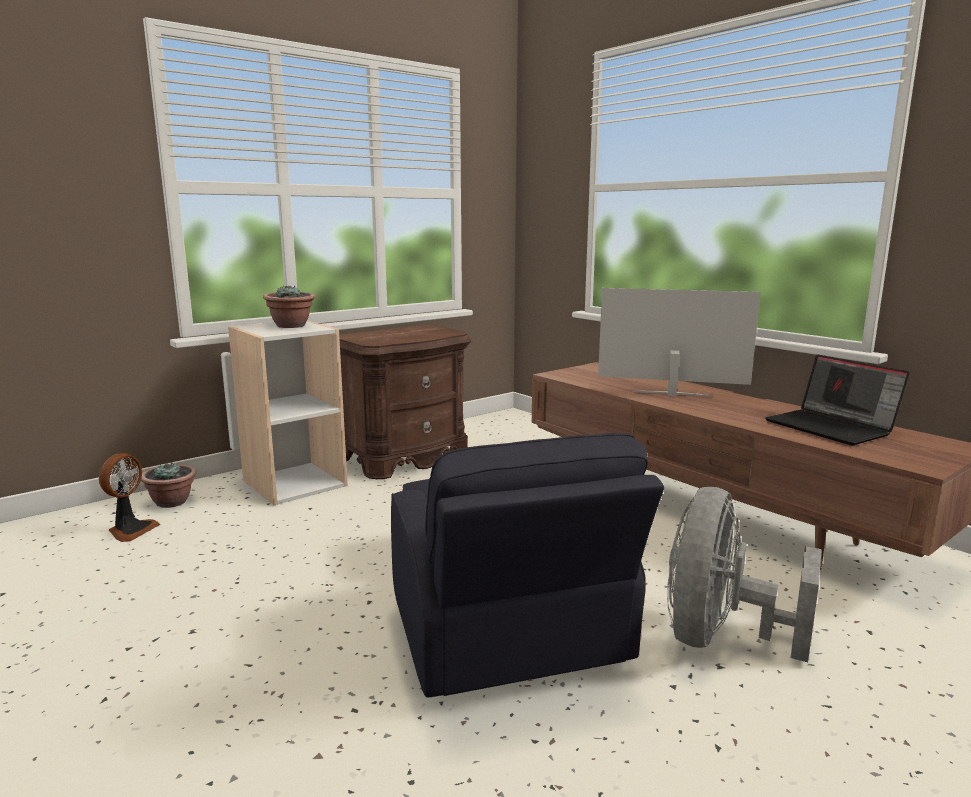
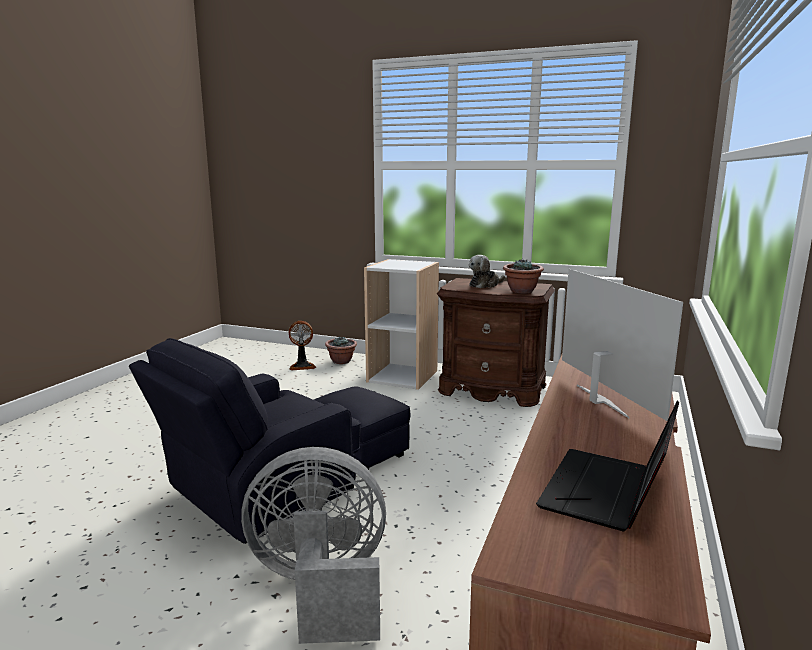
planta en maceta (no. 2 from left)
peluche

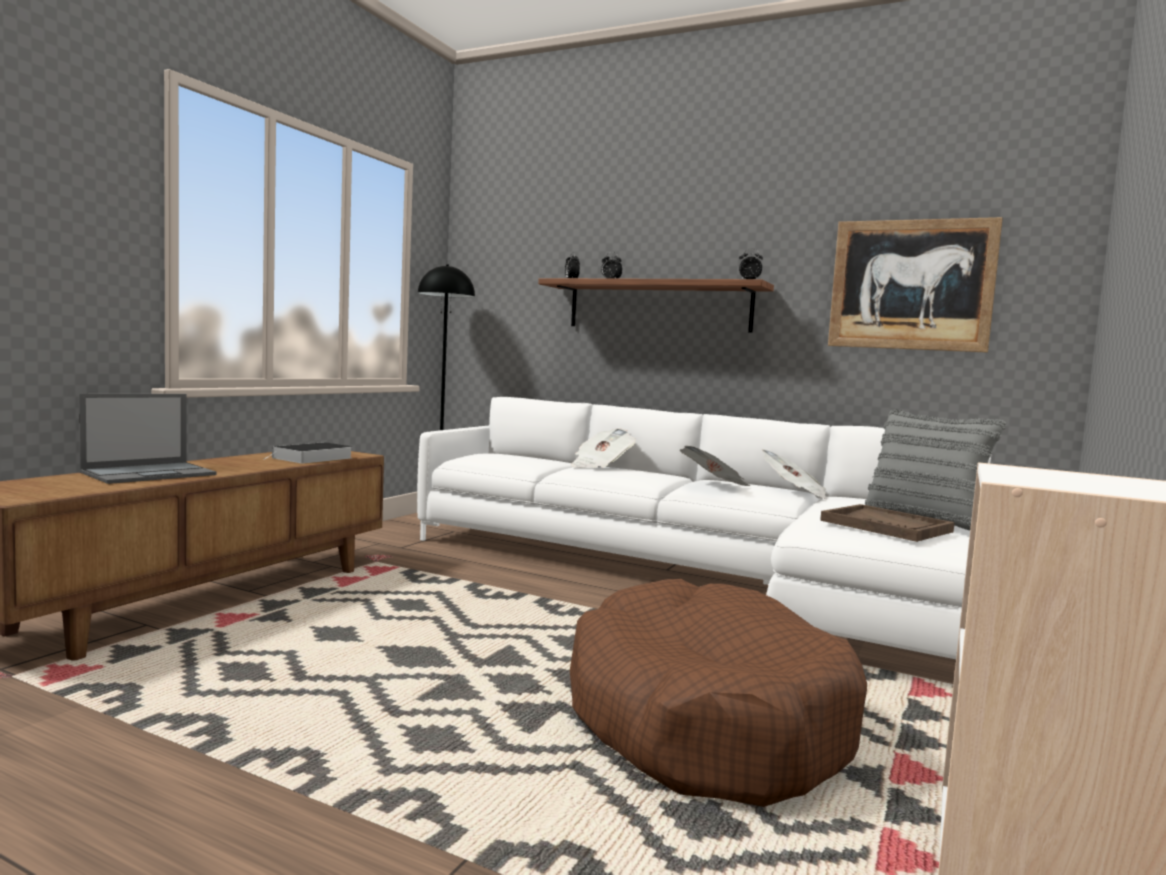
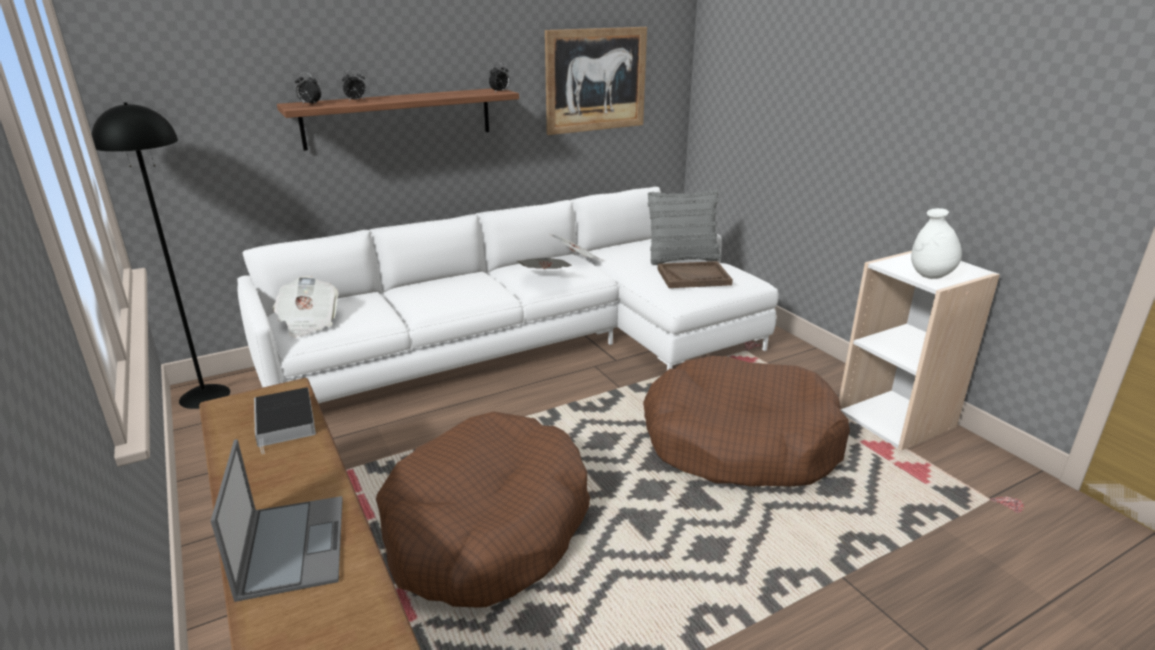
periódico (no. 1 from left)
cama para perro/marrón (no. 1 from left)
florero/blanco

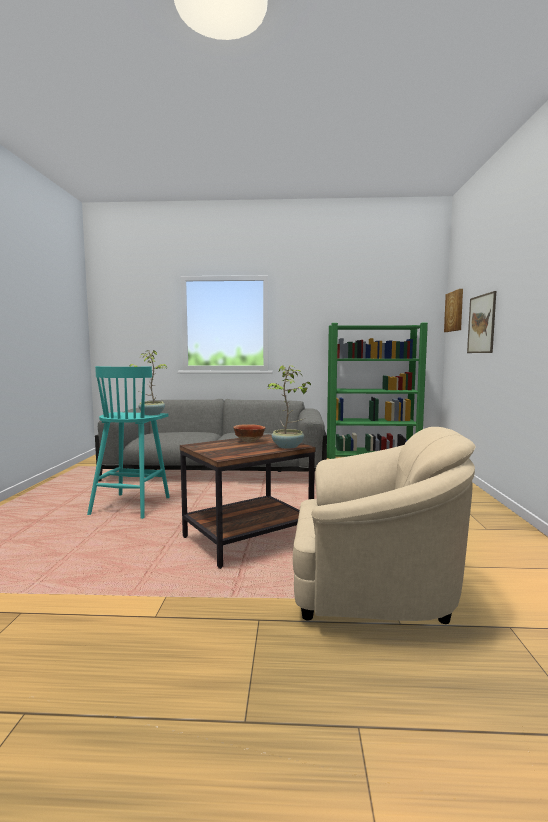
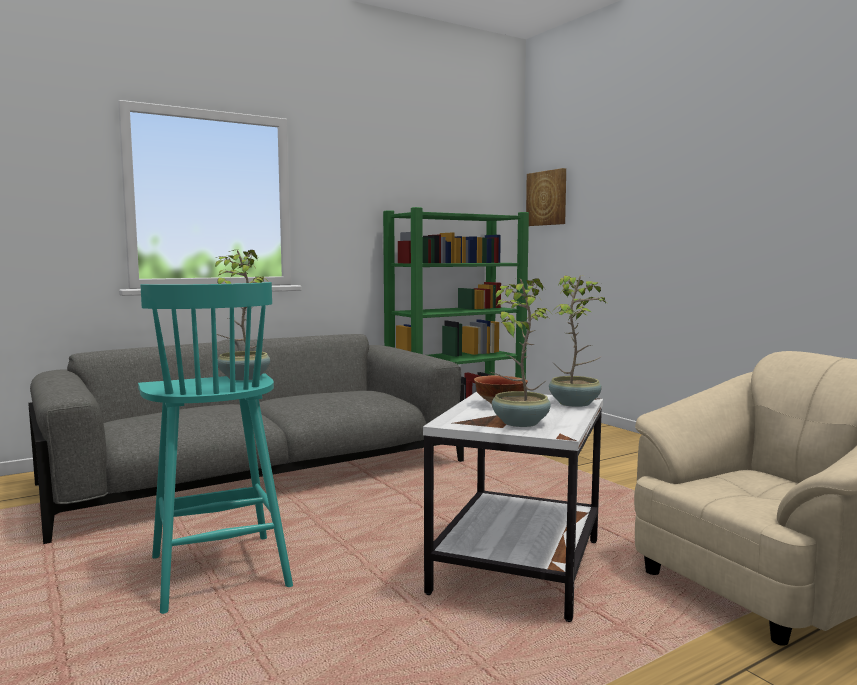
mesa auxiliar/blanco
cuadro (no. 2 from left in the first image)
planta en maceta (no. 2 from left)

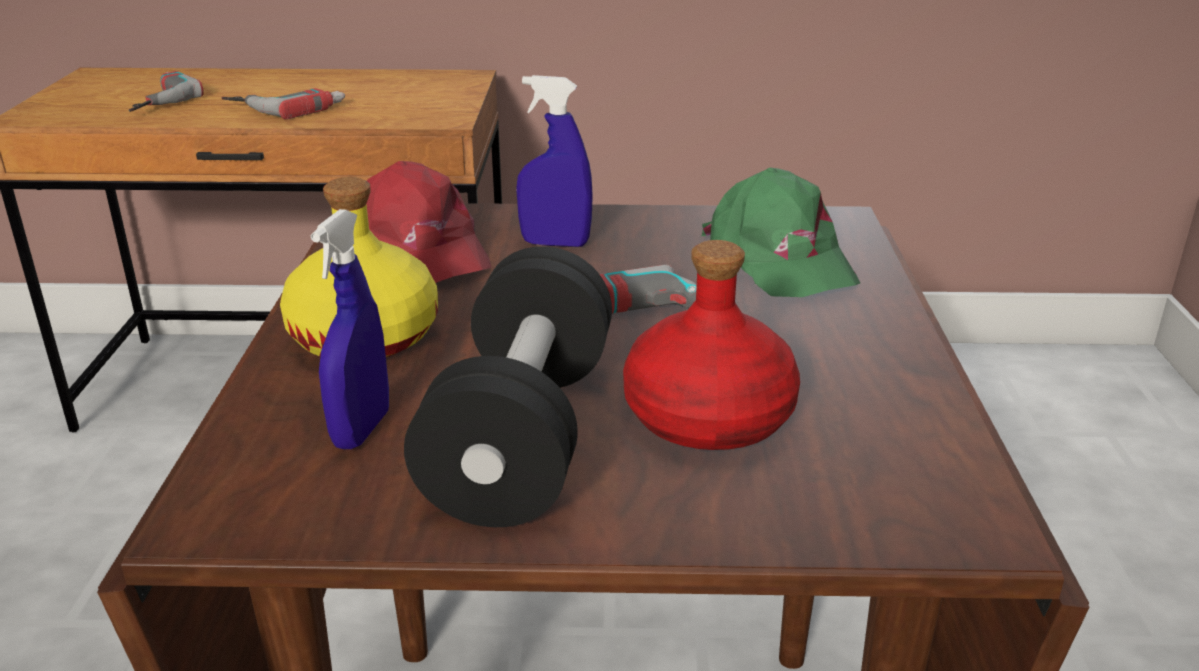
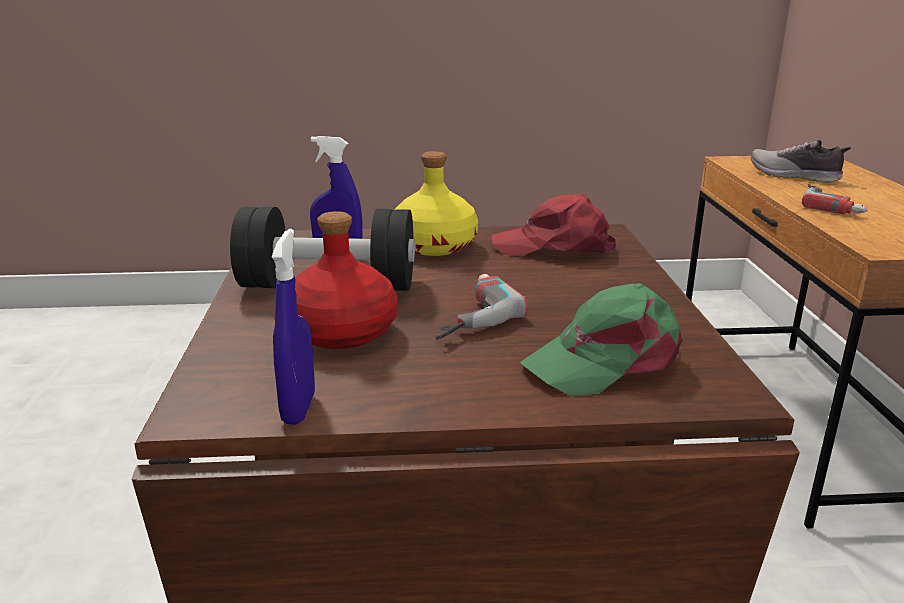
zapato
gorra/rojo
pulverizador/azul (no. 1 from left)

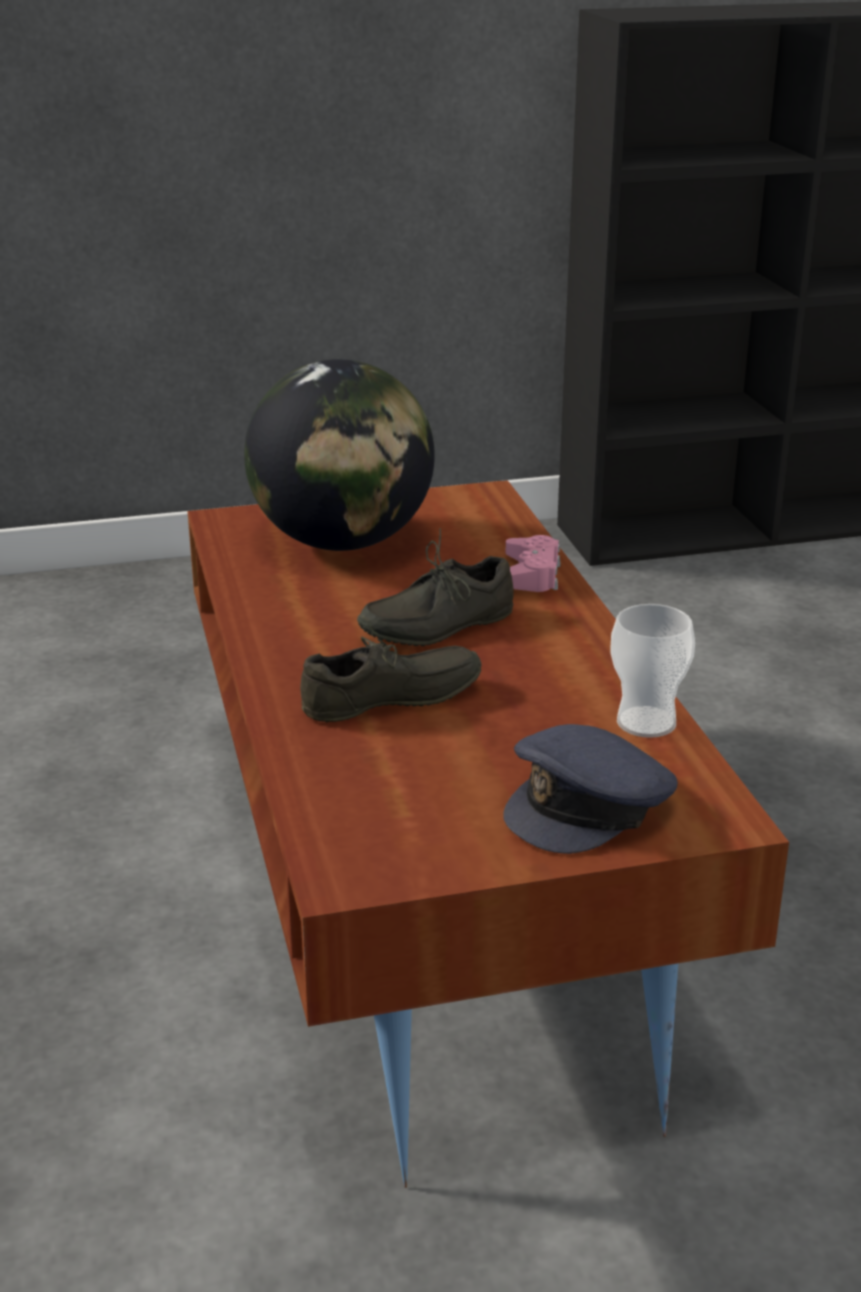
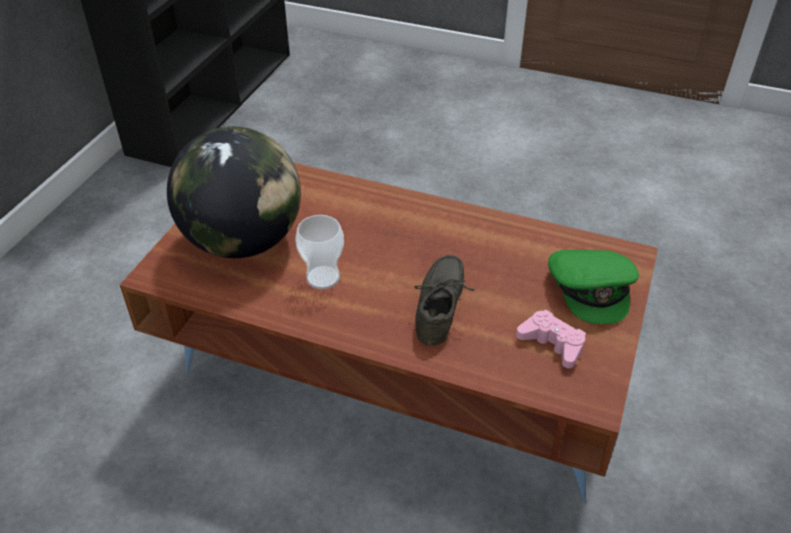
zapato/gris (no. 2 from left in the first image)
gorra/verde
mando de consola/rosa
taza

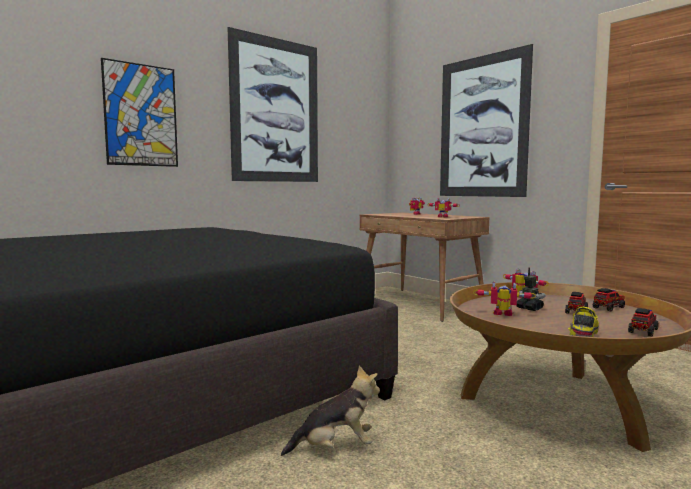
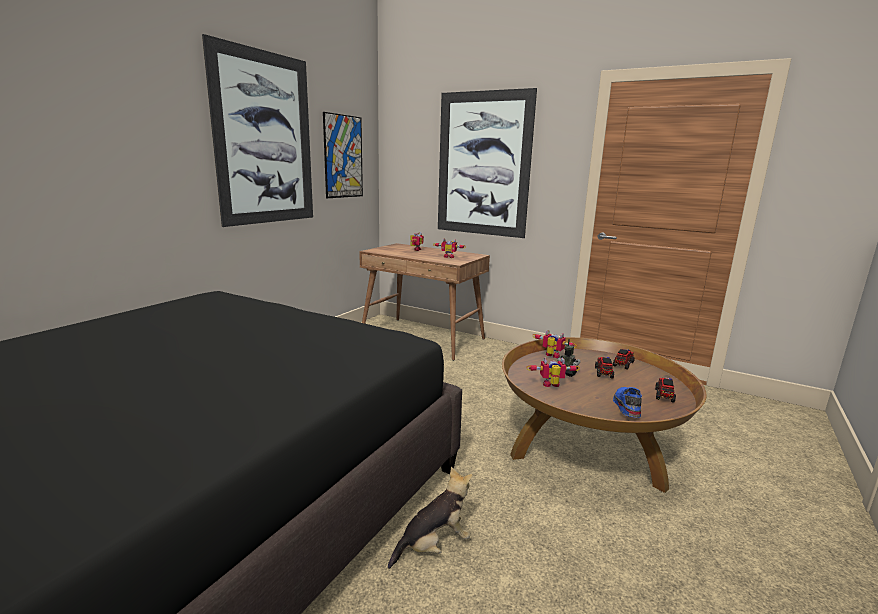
cuadro (no. 2 from left)
zapato/azul

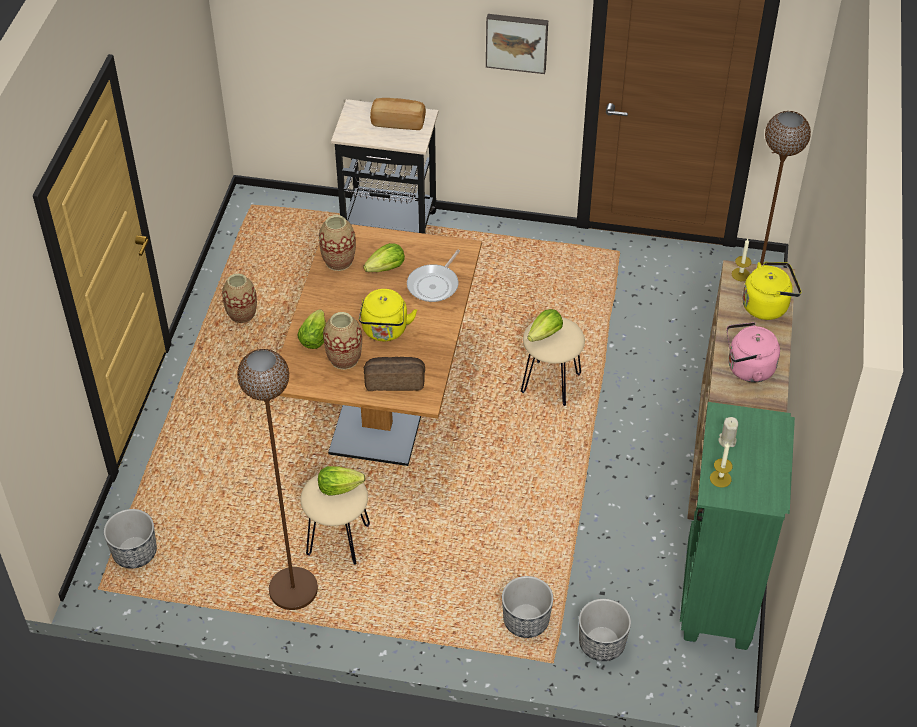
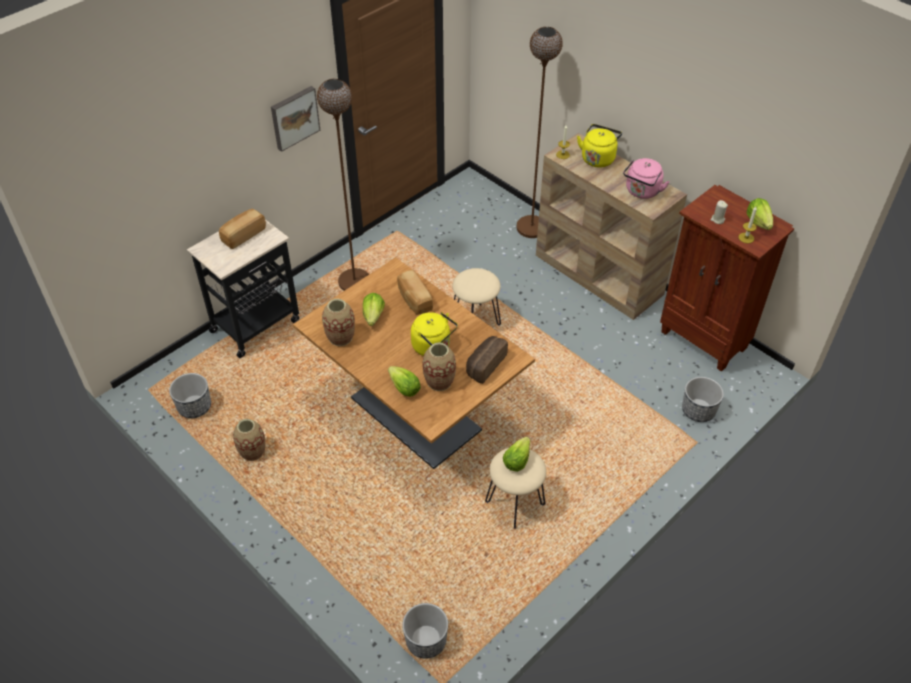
lámpara de pie/marrón (no. 1 from left)
pan (no. 2 from left)
maceta (no. 1 from left)
lechuga (no. 4 from left)
armario/marrón

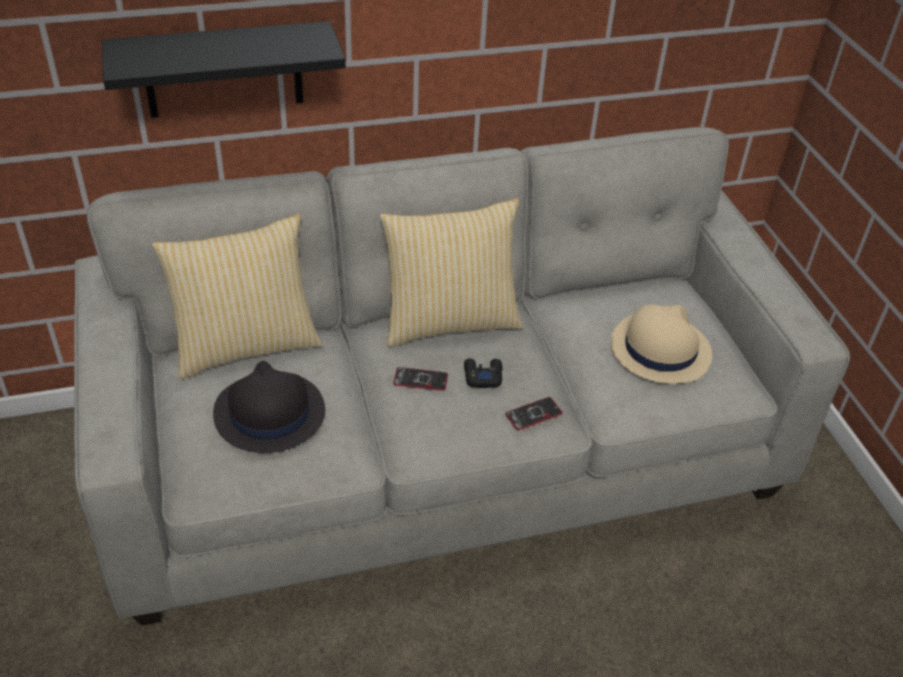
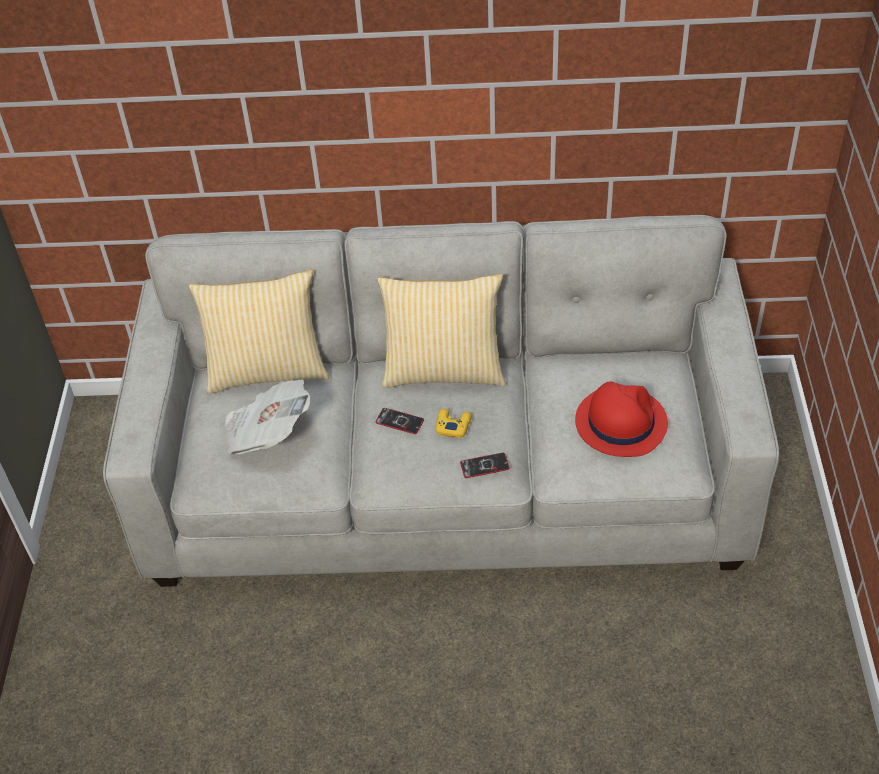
estante/negro
periódico
mando de consola/amarillo
sombrero/rojo

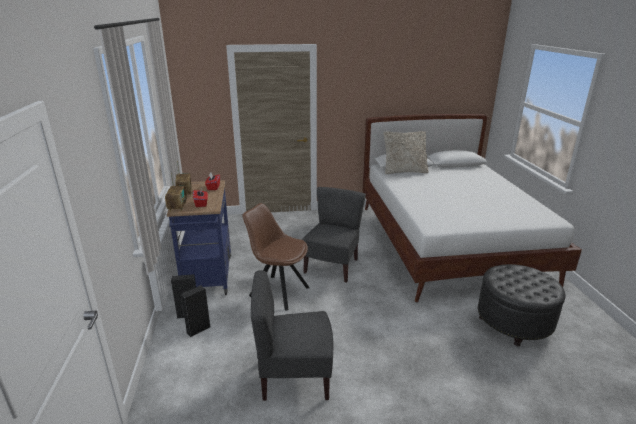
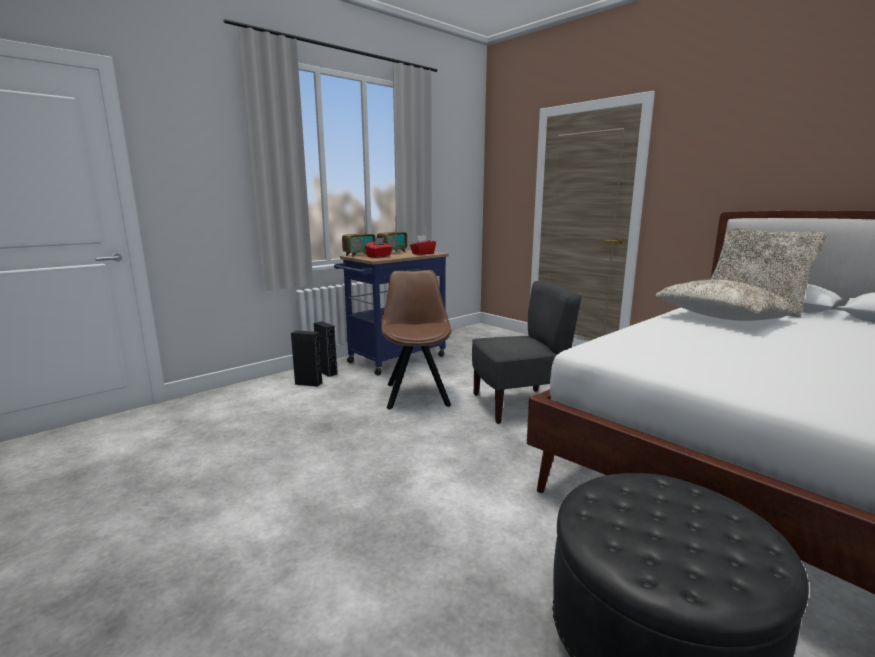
silla/gris (no. 1 from left in the first image)
cojín/beis (no. 1 from left)

